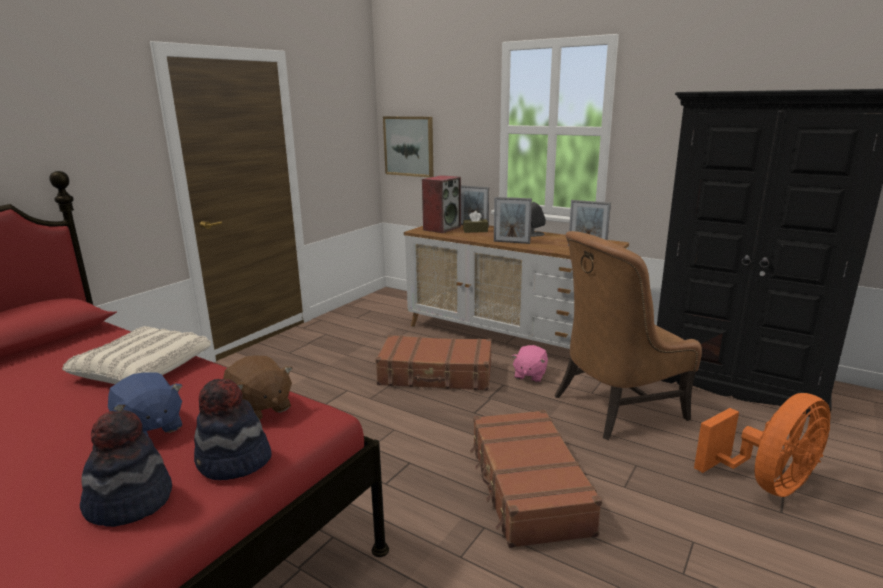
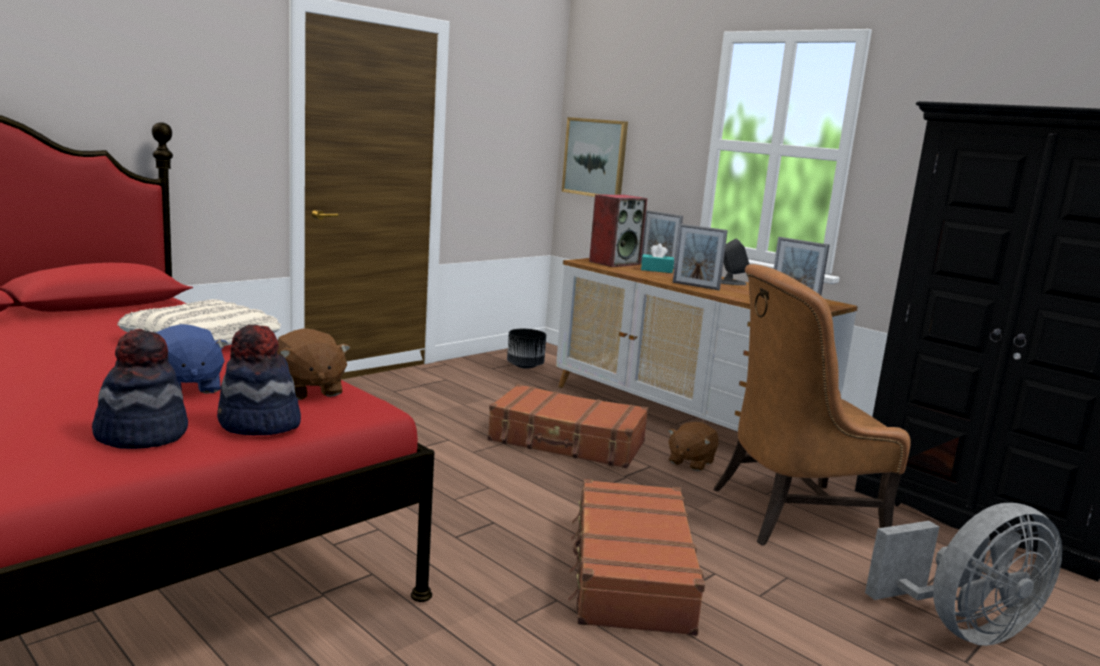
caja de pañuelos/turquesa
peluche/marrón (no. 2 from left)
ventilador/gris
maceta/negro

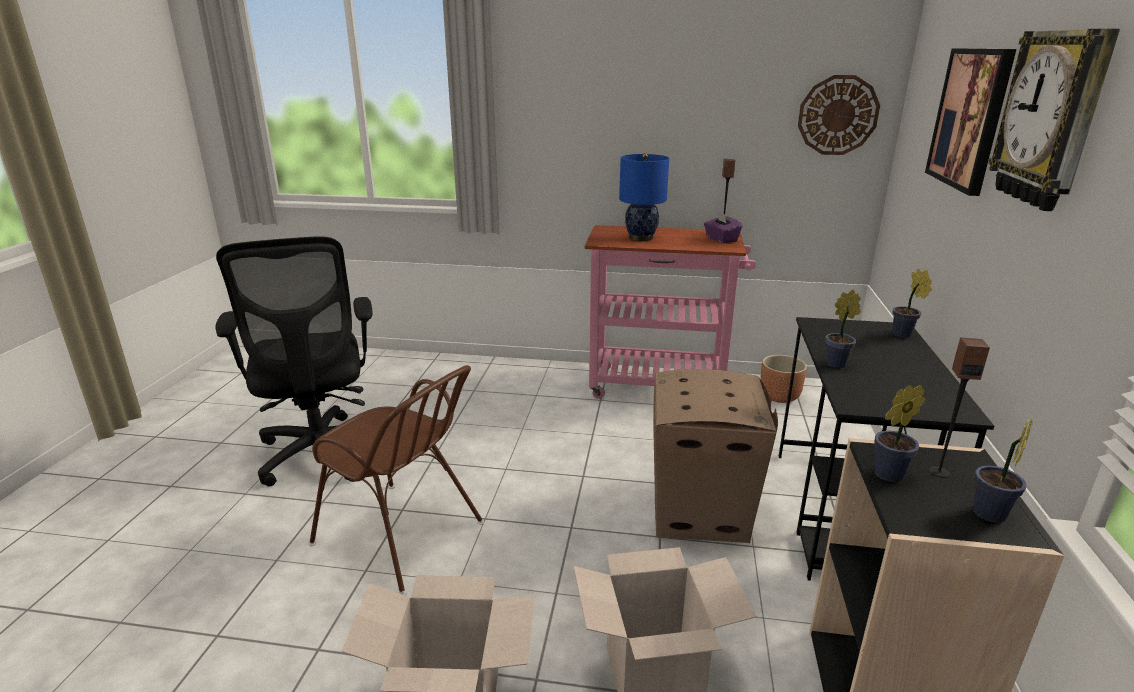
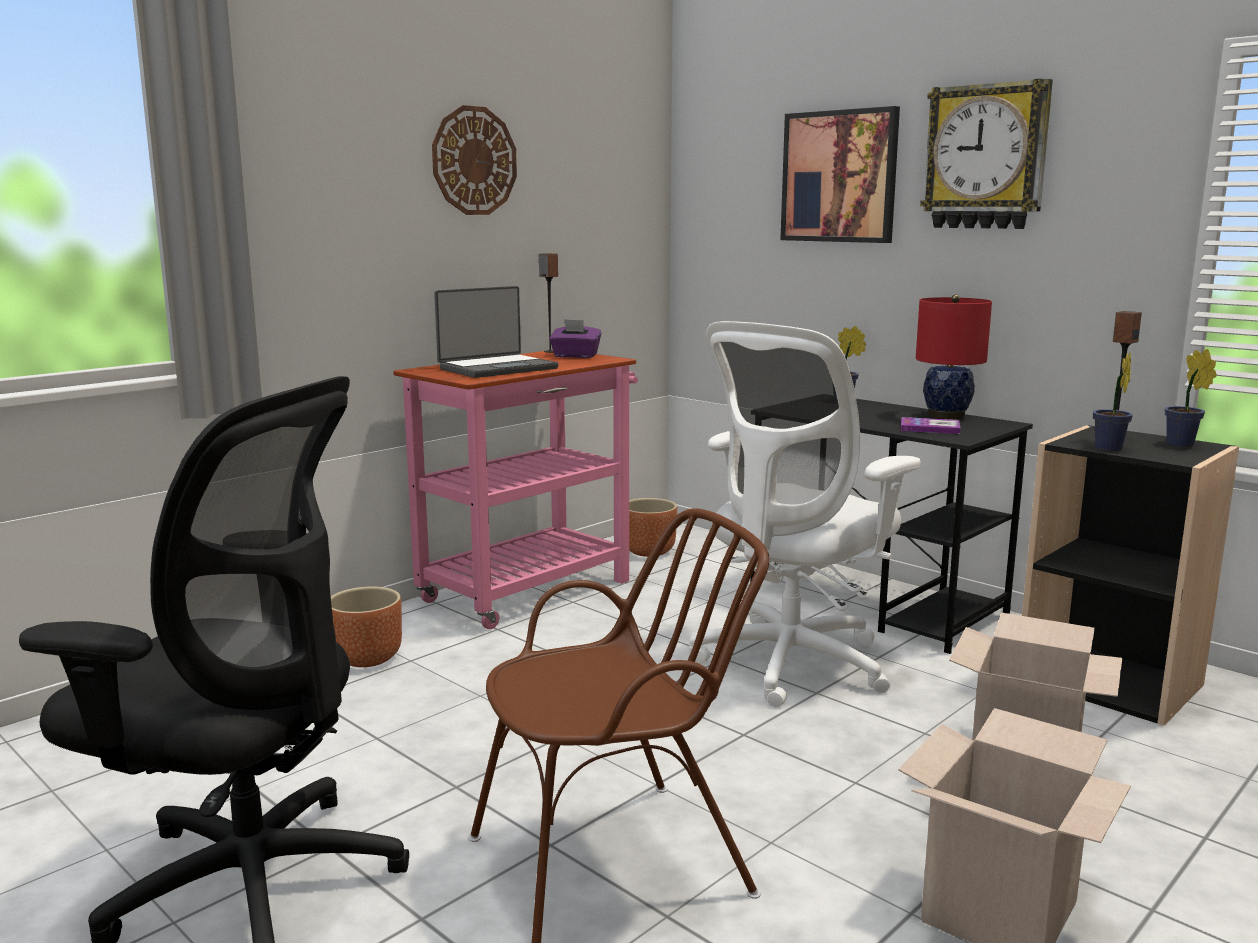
portátil
silla de oficina/blanco
reloj de pared (no. 1 from left)
planta en maceta (no. 1 from left in the first image)
maceta/marrón (no. 1 from left)
libro
lámpara de mesa/rojo

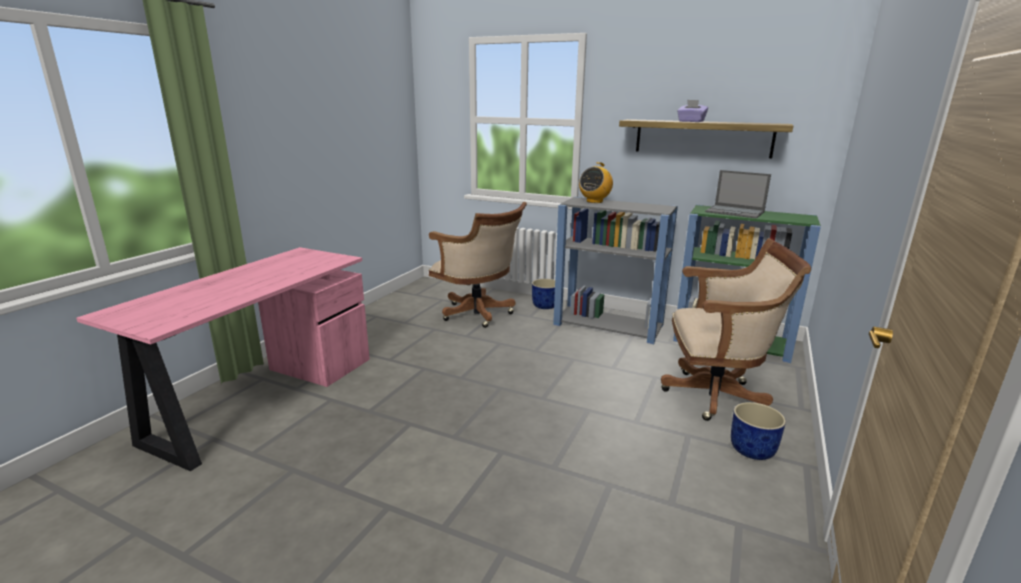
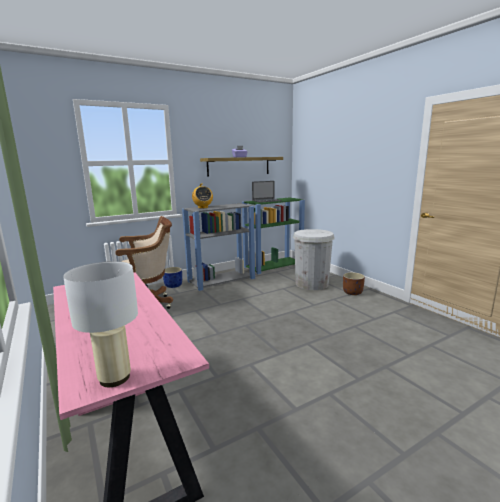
papelera/blanco
maceta/marrón
lámpara de mesa/blanco

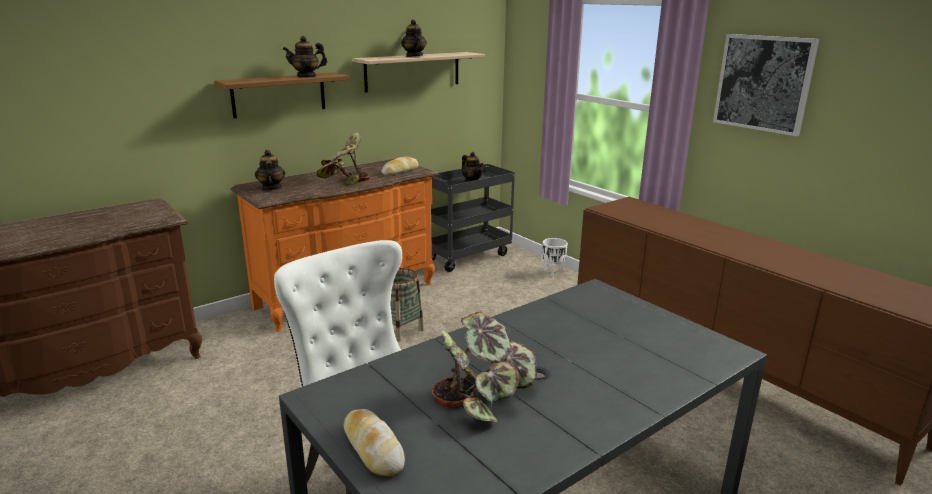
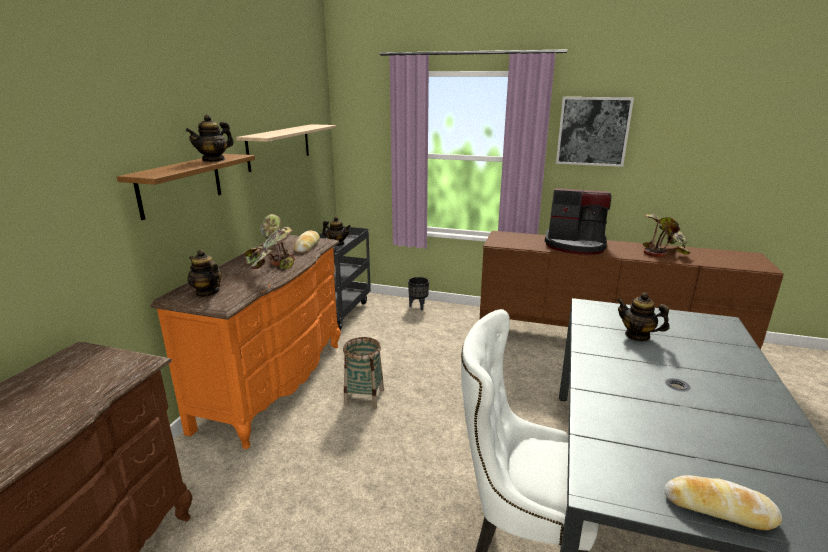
tetera (no. 4 from left)
planta en maceta (no. 2 from left)
maceta/negro
cafetera

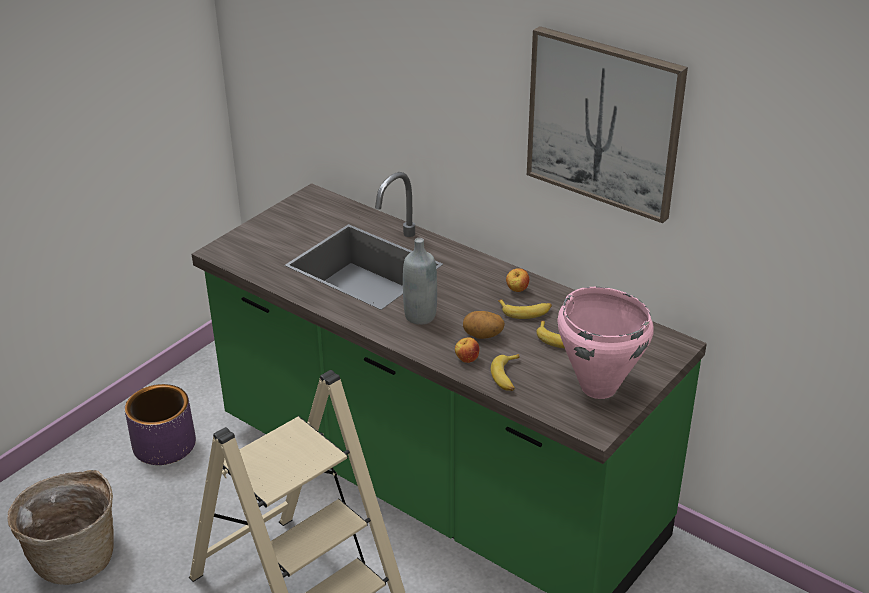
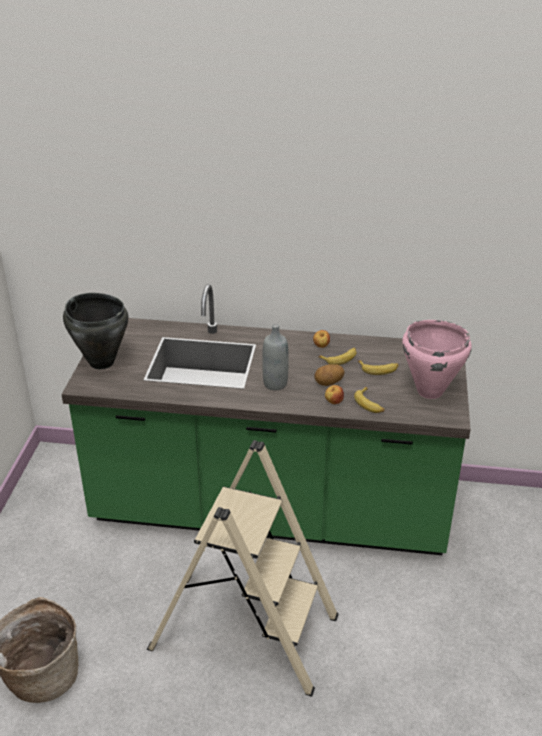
maceta/morado
cuadro
olla/negro

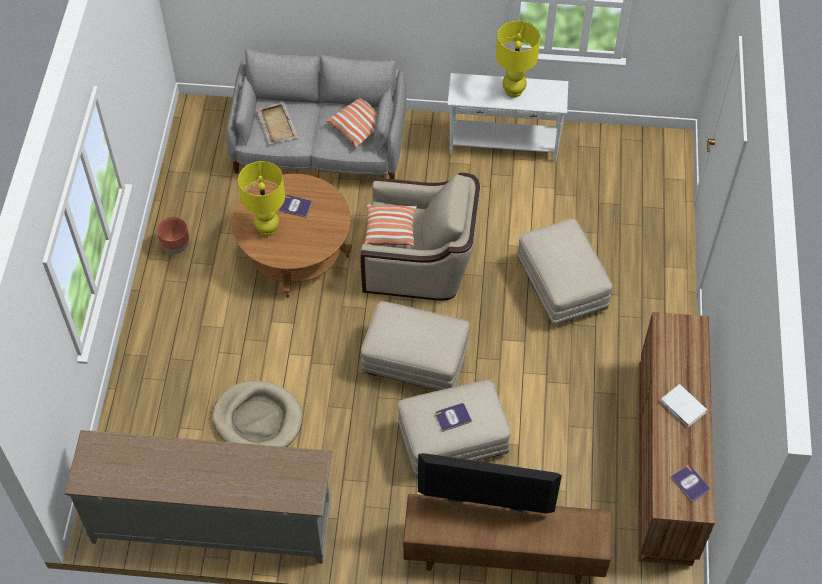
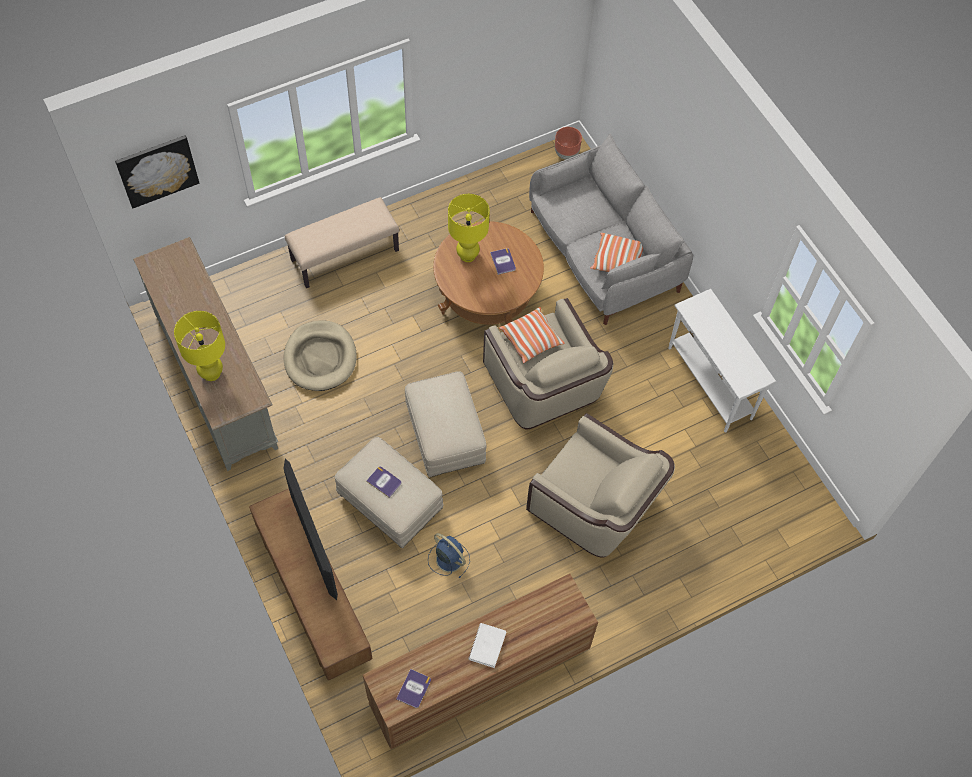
maceta/marrón
bandeja/beis
lámpara de mesa/amarillo (no. 1 from left)
sillón/beis (no. 2 from left)
cuadro
banco/beis
ventilador/azul

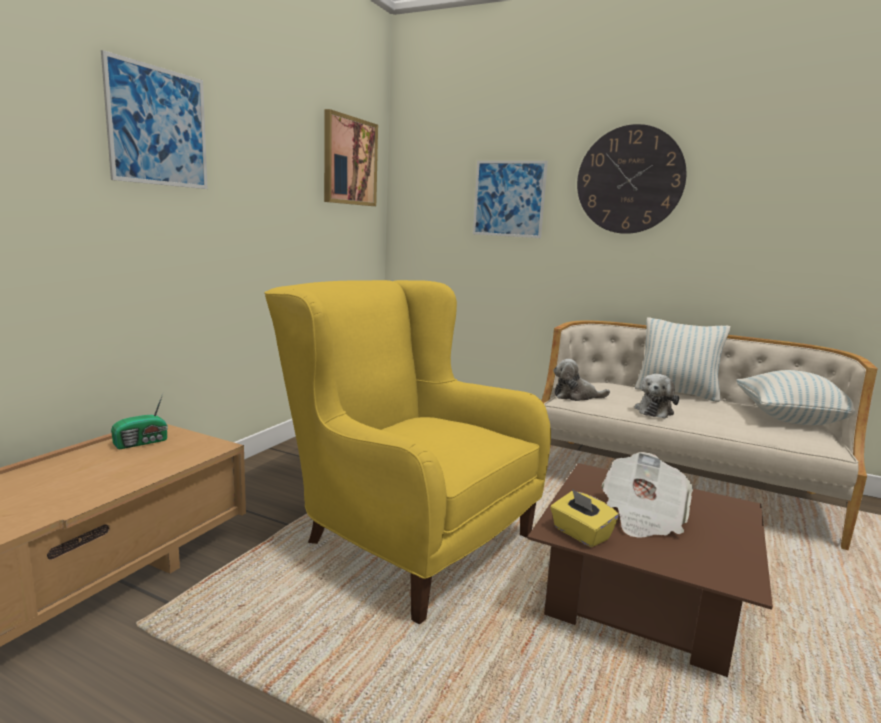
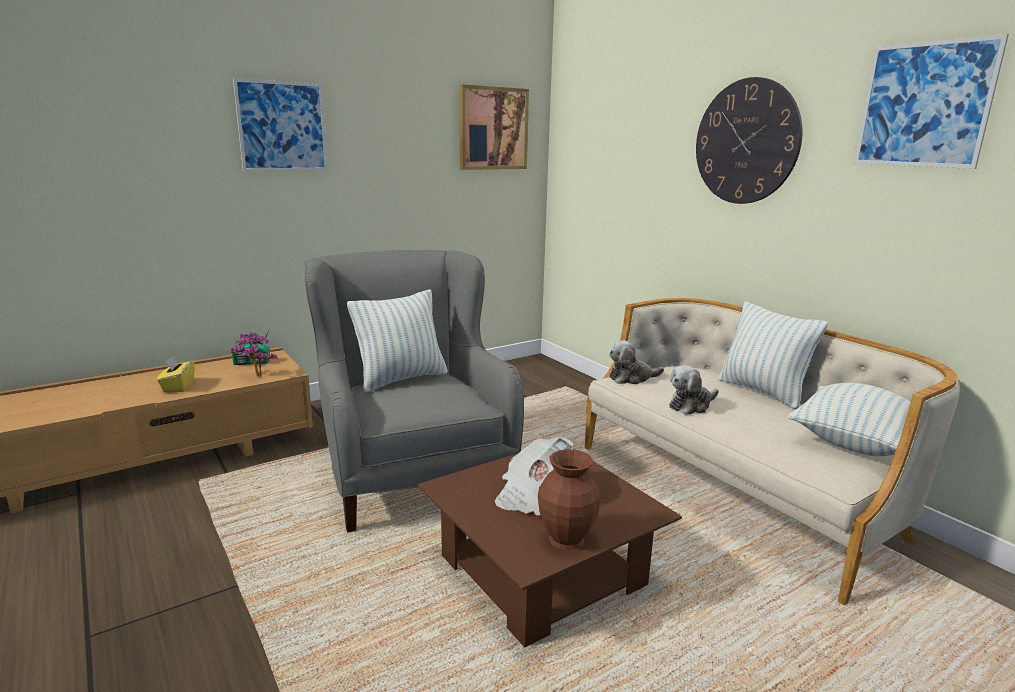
sillón/gris
cuadro (no. 3 from left)
caja de pañuelos/amarillo
peluche (no. 1 from left)
planta en maceta
cojín (no. 1 from left)
florero/marrón

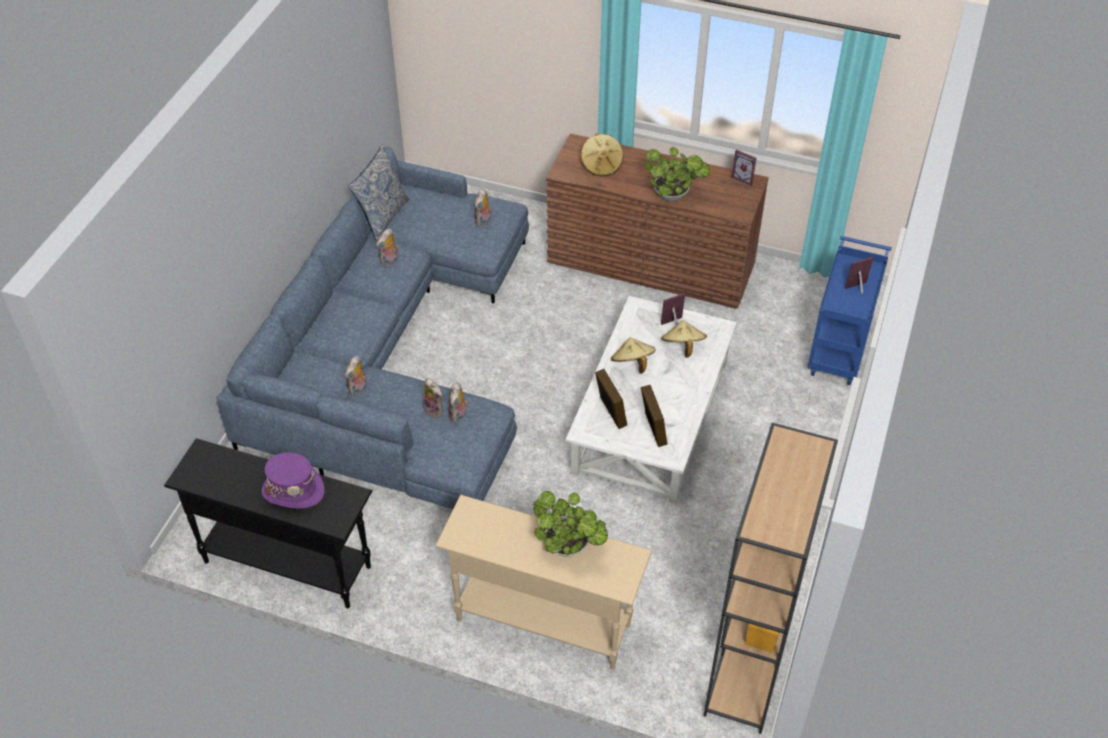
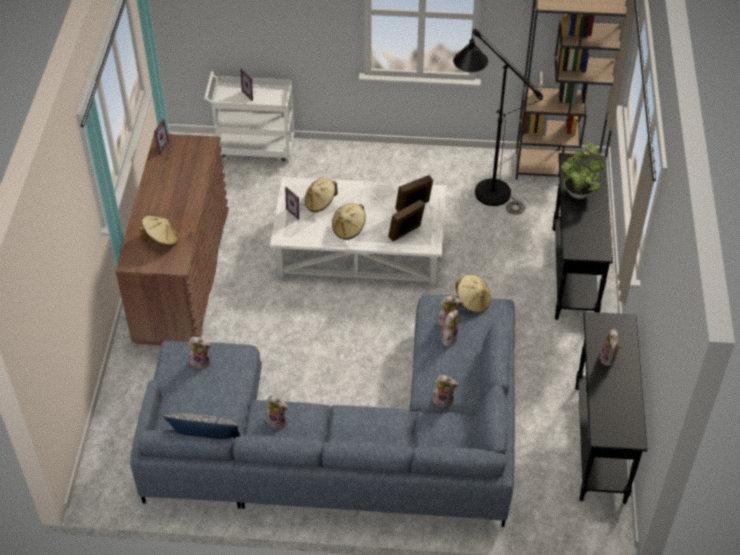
peluche (no. 6 from left)
mesa consola/negro (no. 1 from left)
planta en maceta (no. 2 from left in the first image)
carrito/blanco
lámpara de pie/negro
sombrero/beis (no. 4 from left)

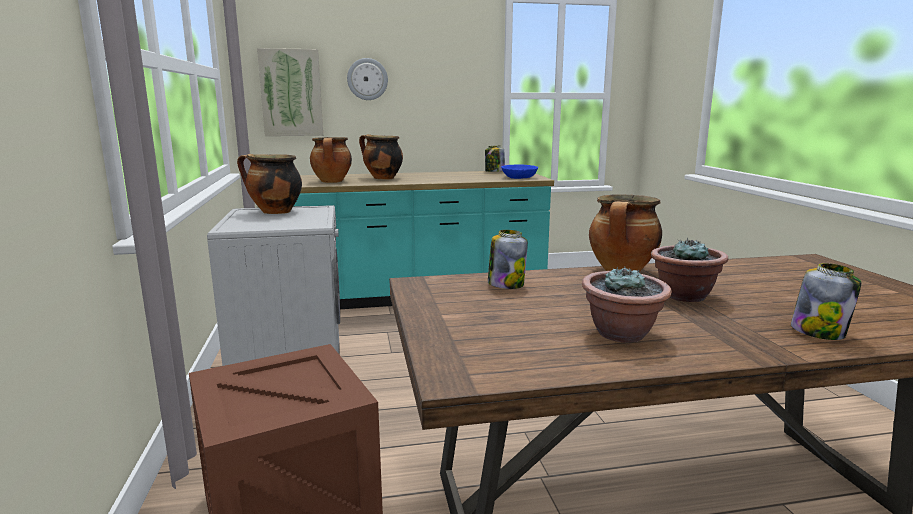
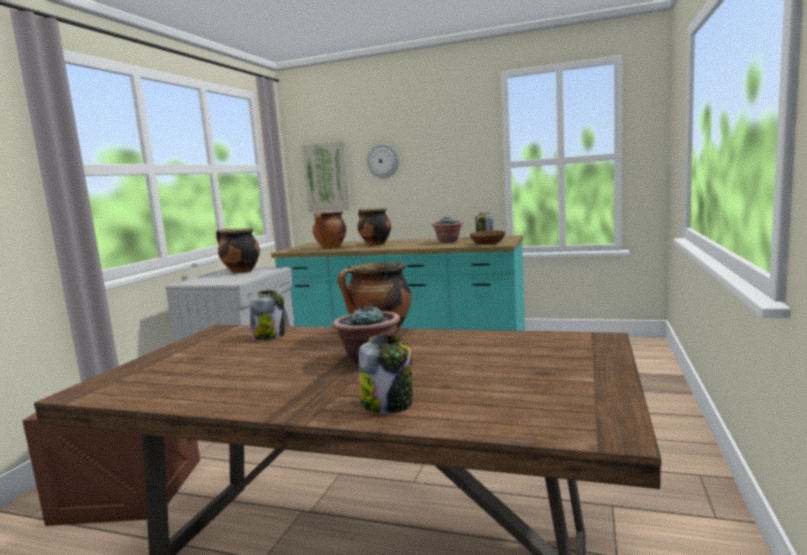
cuenco/marrón
planta en maceta (no. 2 from left)

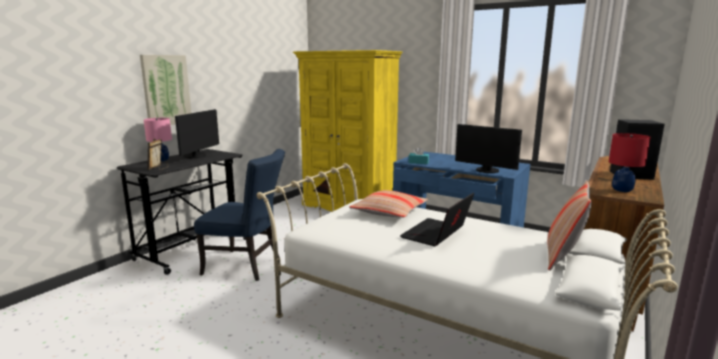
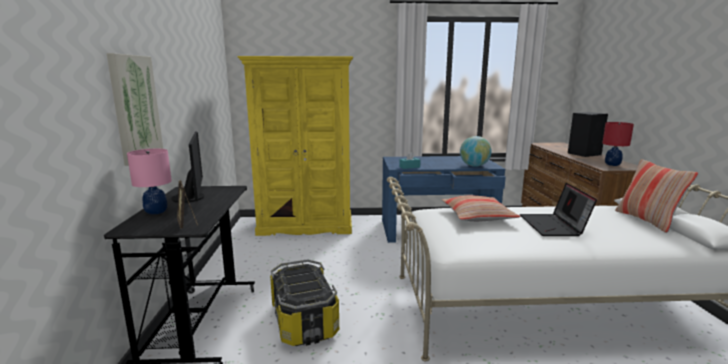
caja de almacenaje
globo terráqueo

